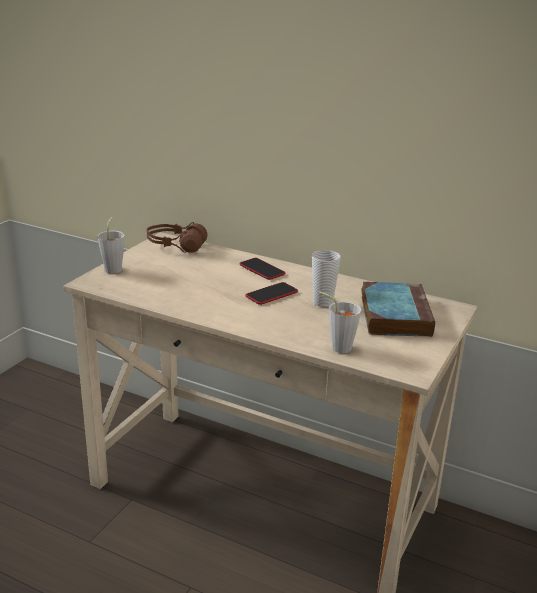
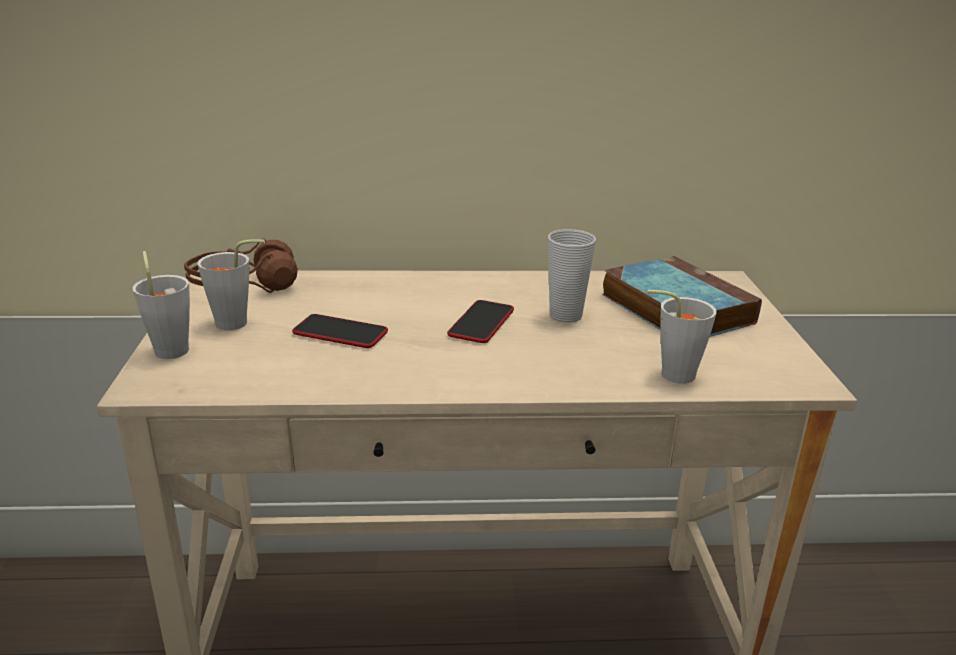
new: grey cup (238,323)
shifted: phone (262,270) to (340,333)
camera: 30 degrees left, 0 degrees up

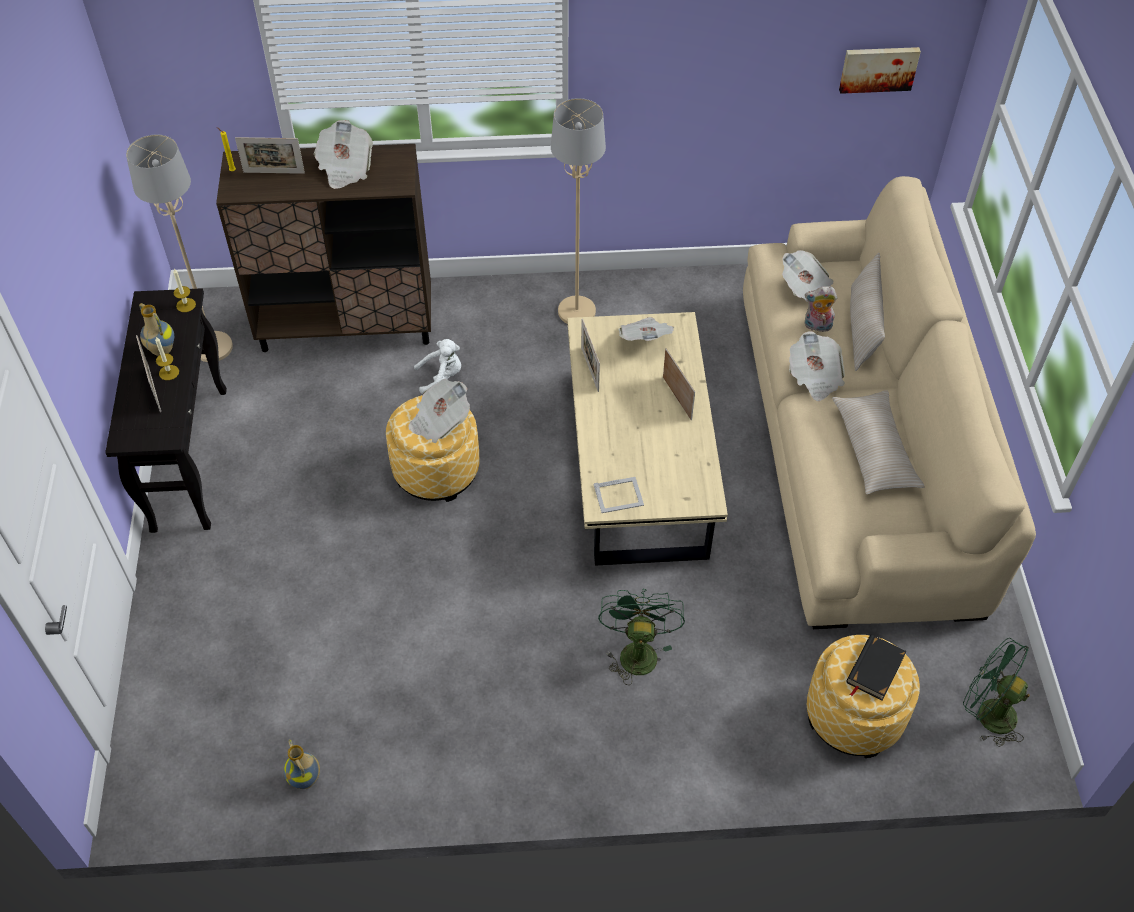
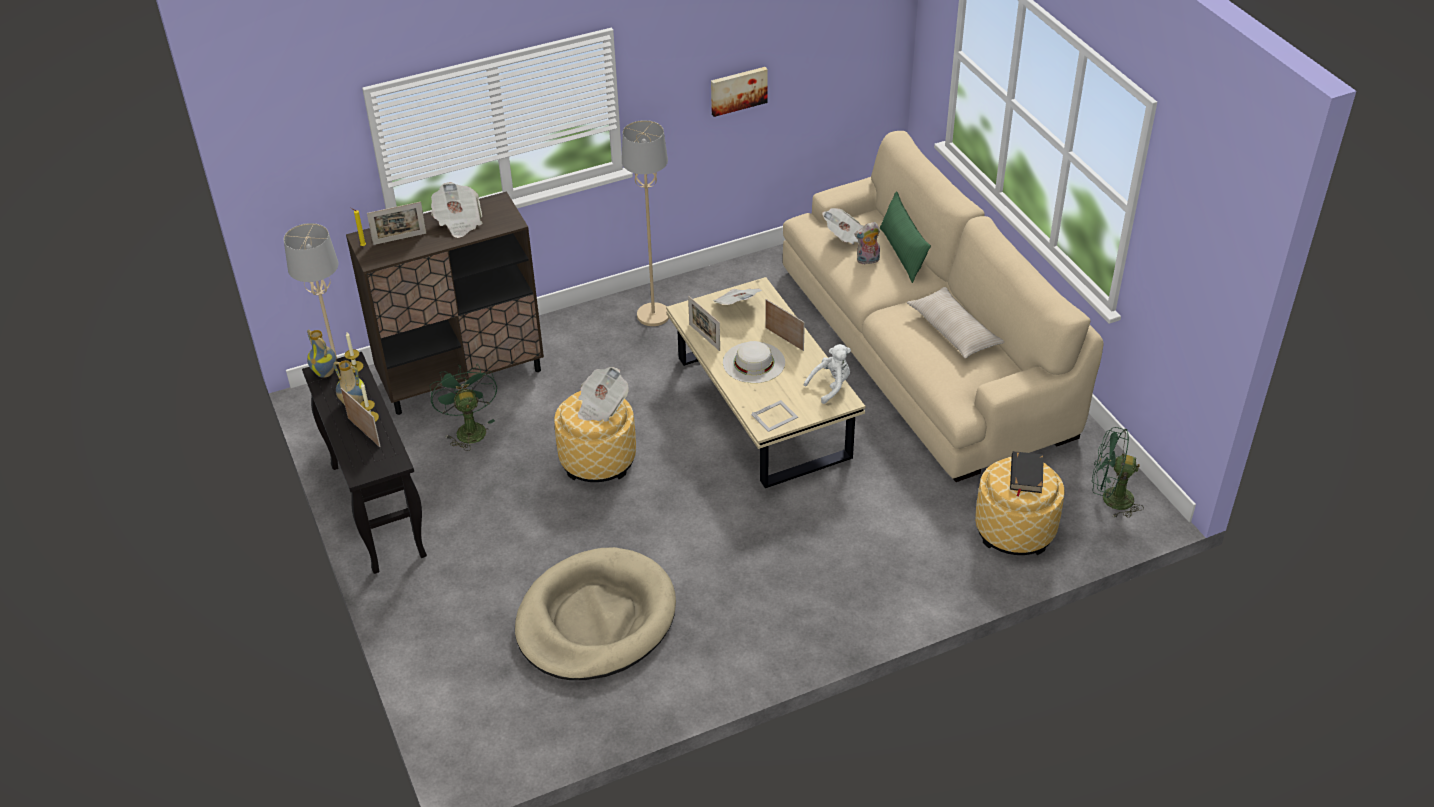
gone: newspaper (814,377)
new: beige dog bed (596,620); white hat (753,362)
shifted: vase (306,779) to (326,372); white plush toy (441,377) to (831,386); green fan (637,650) to (468,429); picture (878,68) to (738,90)
repainted: beige pillow (862,329) to green pillow (902,254)
camera: 20 degrees left, 10 degrees down

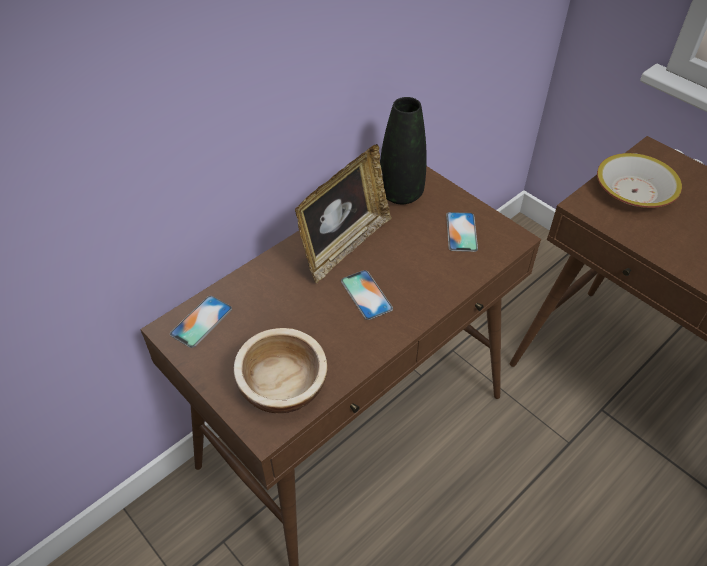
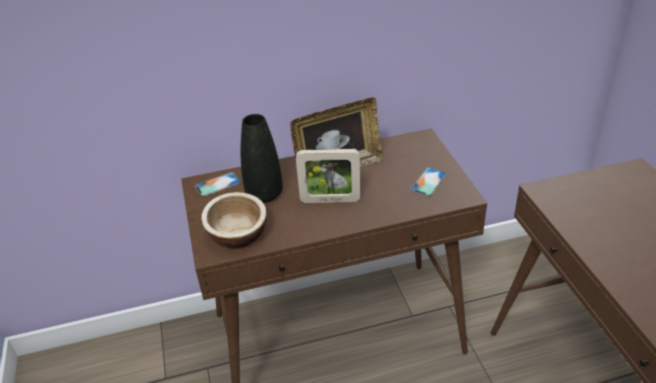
gone: bowl (633,192)
shifted: black vase (400,194) to (264,194)
swapped: phone (366,295) to picture frame (330,200)
camera: 30 degrees right, 10 degrees down

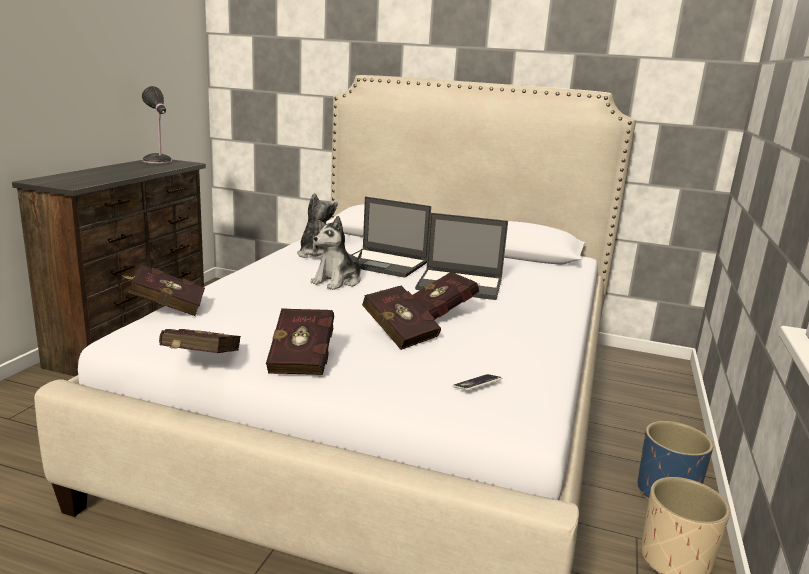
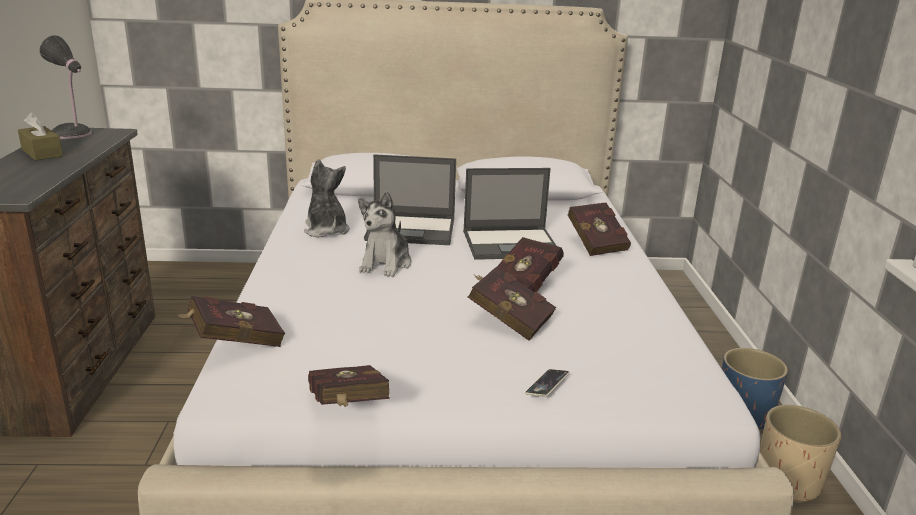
new: brown tissue box (42,153)
shifted: red book (303,359) to (596,243); phone (477,385) to (547,386)
camera: 20 degrees left, 5 degrees up

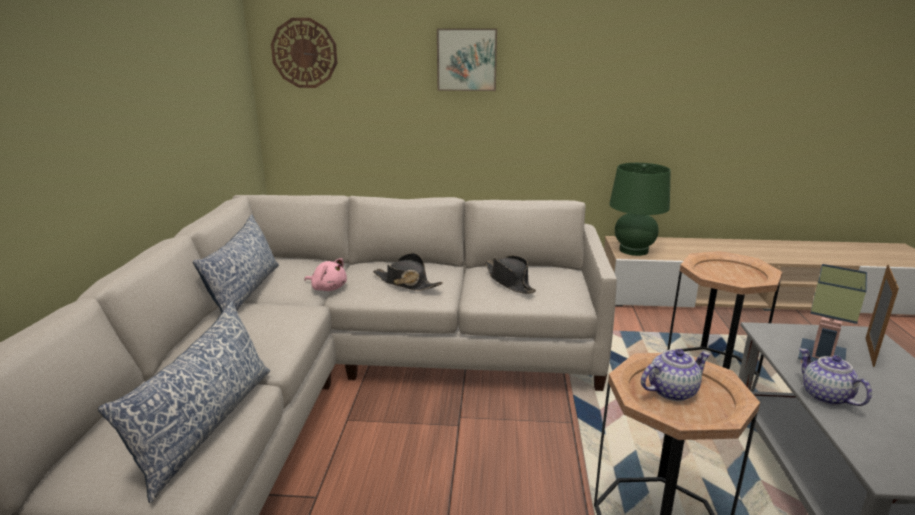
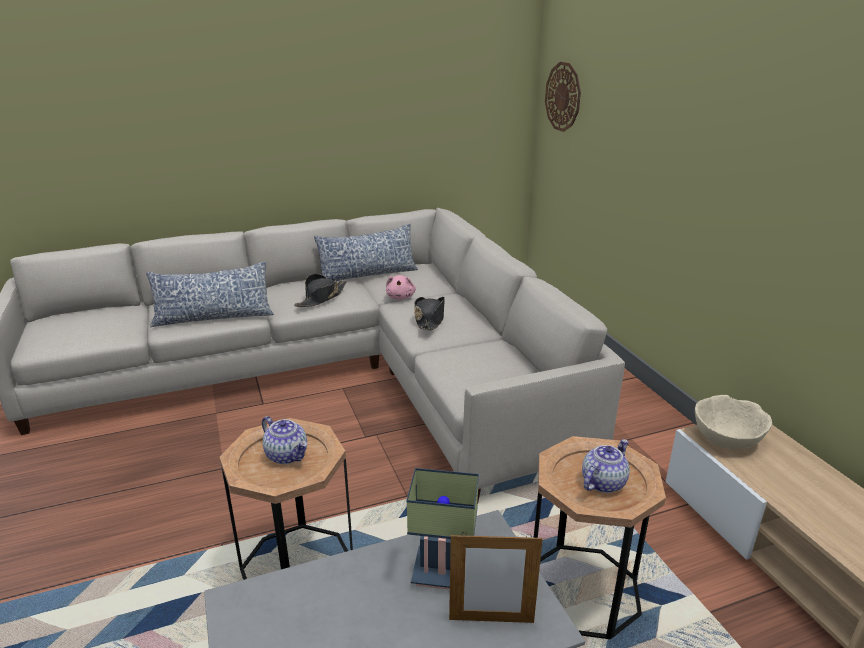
gone: picture (467,59)
shifted: black hat (509,281) to (321,298); teapot (825,396) to (603,482)
swapped: green table lamp (633,250) to beige bowl (727,438)
camera: 65 degrees right, 5 degrees up

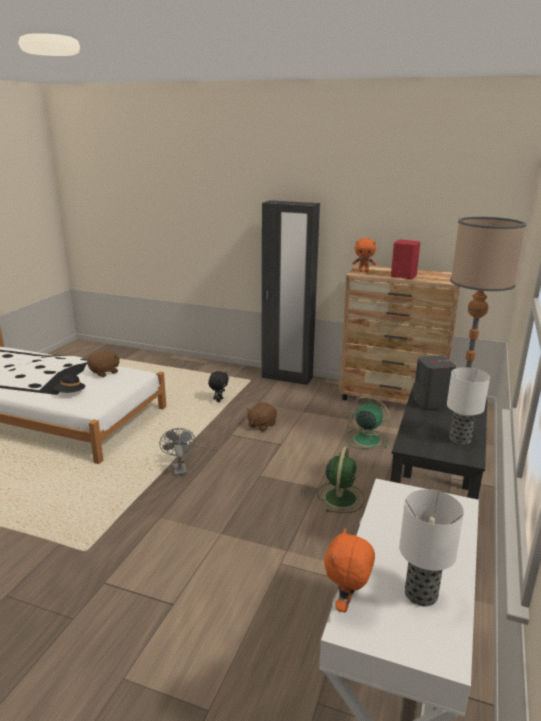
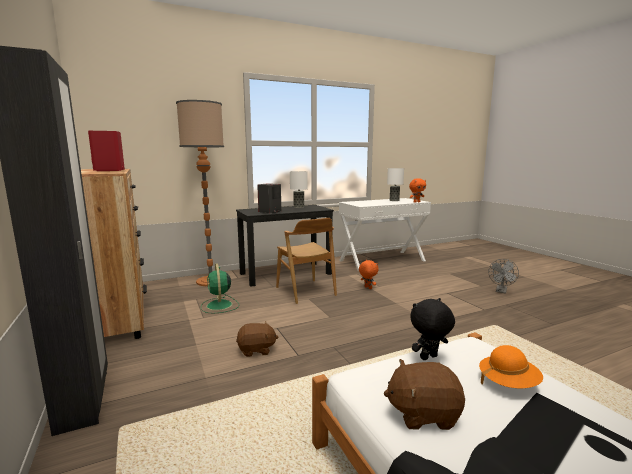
shifted: grey fan (179,468) to (501,291); black plush toy (219,400) to (429,358); orange plush toy (363,271) to (367,288)
swapped: green fan (340,497) to brown chair (305,291)
repainted: black hat (70,393) to orange hat (508,383)
camera: 135 degrees left, 10 degrees down

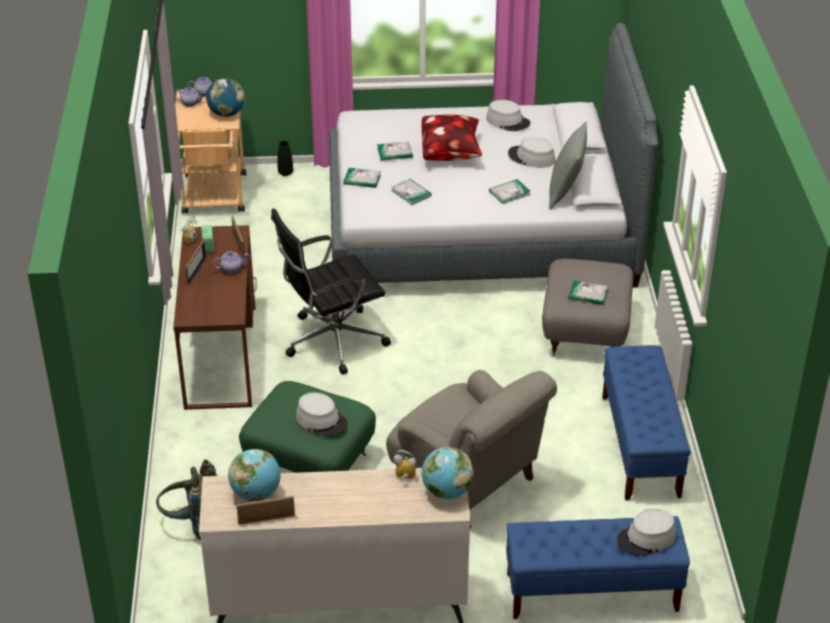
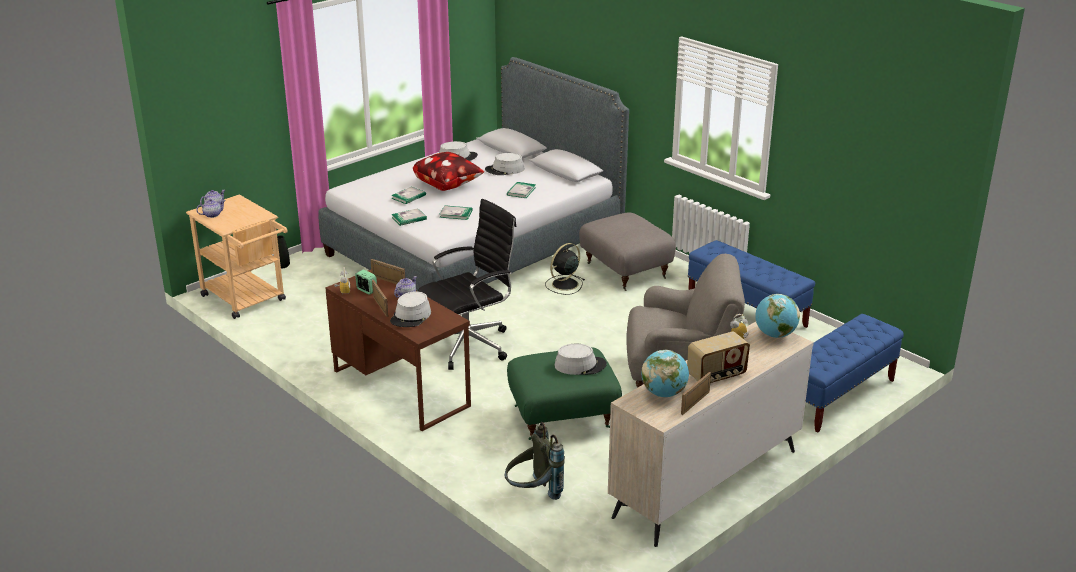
gone: globe (226,114); grey pillow (566,191); book (588,294)
new: black fan (564,284); radio (716,376)
shifted: grey hat (646,538) to (411,316)
rotated: black office chair (332,341) = (469,344) 150 degrees counterclockwise
camera: 40 degrees left, 10 degrees down

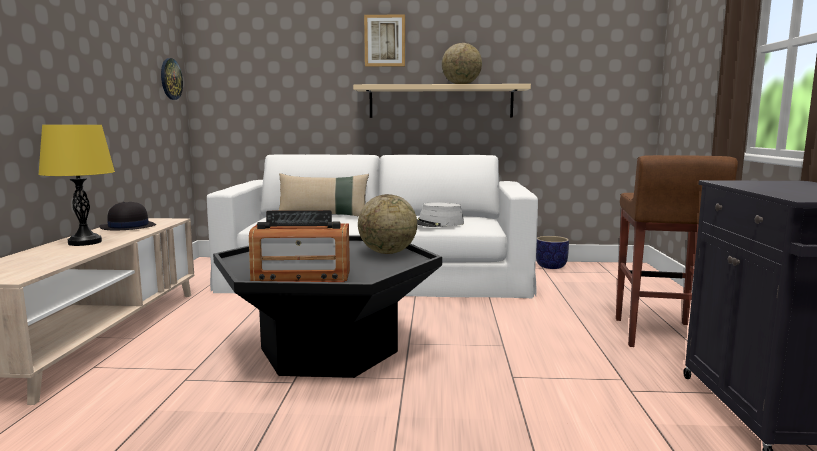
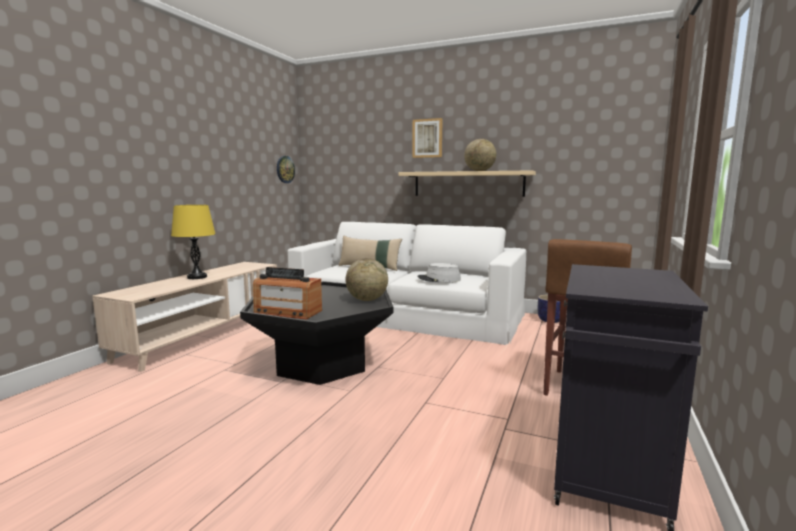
gone: black hat (128,227)
camera: 20 degrees right, 0 degrees up

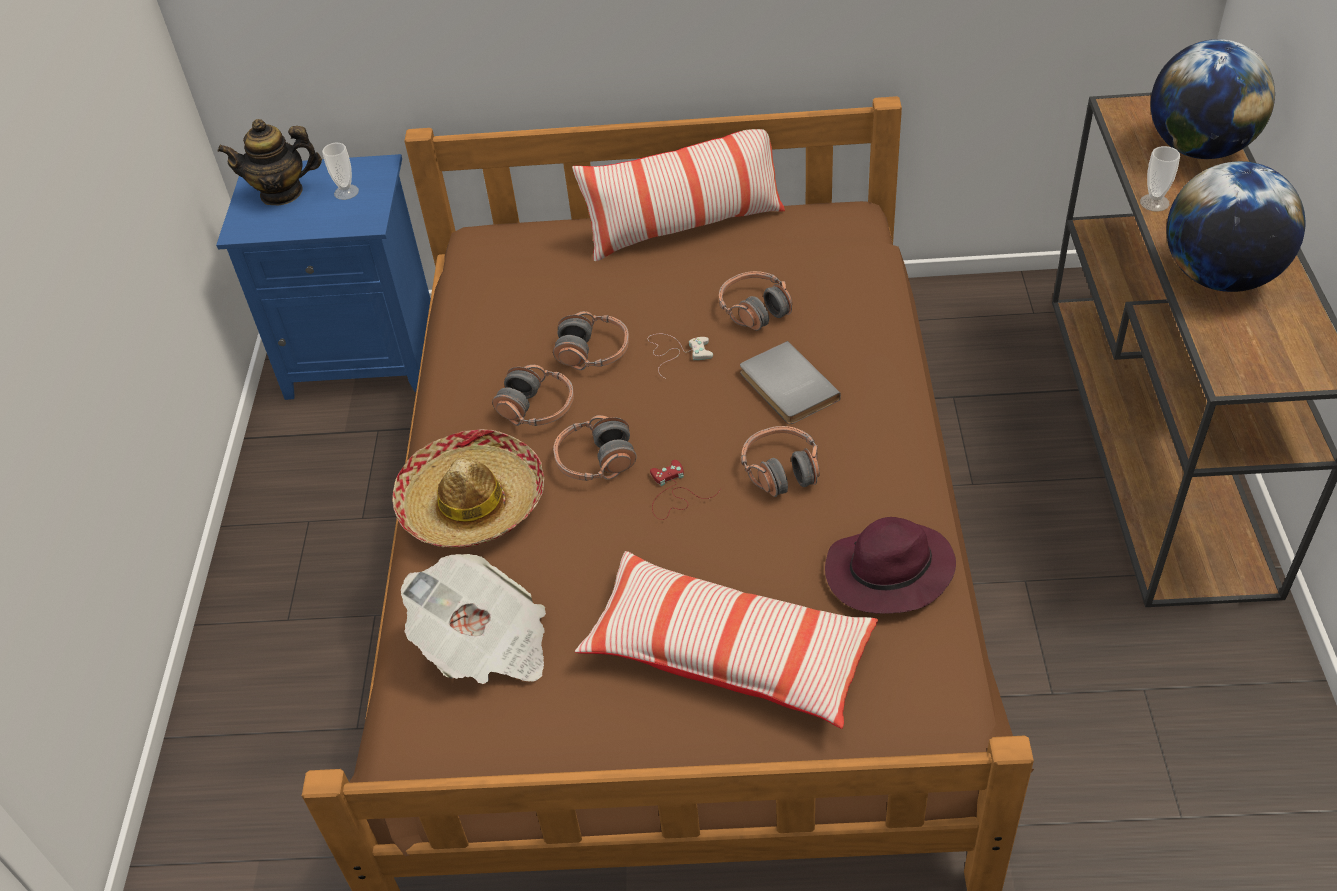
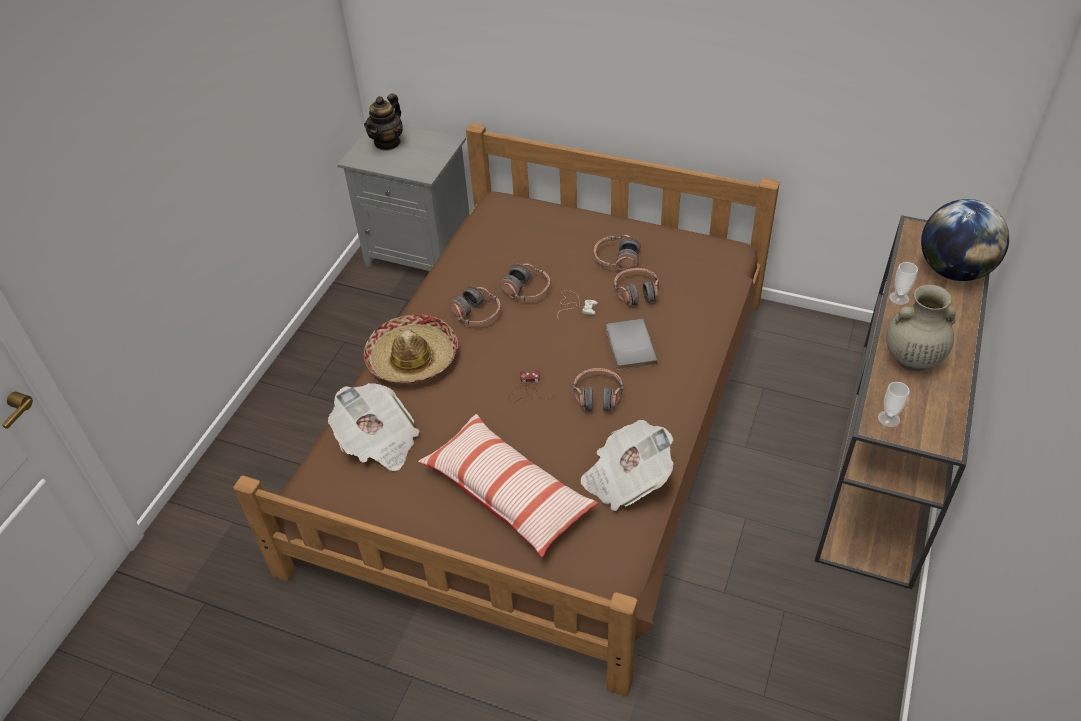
gone: pillow (685,228)
shifted: cup (346,192) to (888,419); headphones (595,460) to (616,259)
swapped: purple hat (887,573) to newspaper (626,479); globe (1220,276) to beige vase (911,359)
repainted: blue nightstand (364,355) to grey nightstand (421,253)
rotated: teapot (282,192) = (387,142) 75 degrees counterclockwise
camera: 20 degrees right, 0 degrees up

